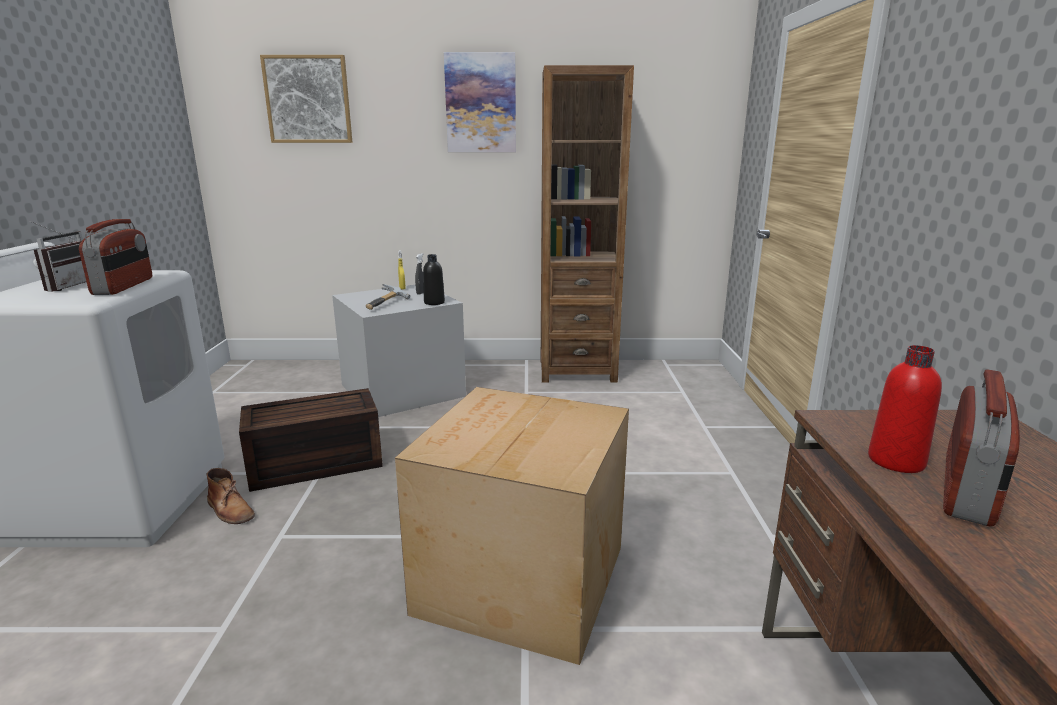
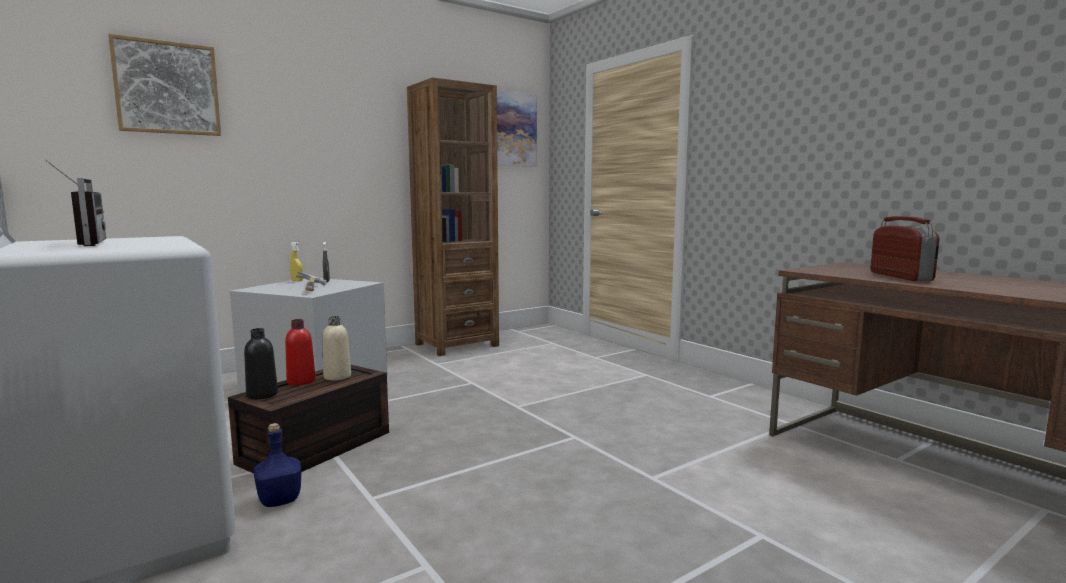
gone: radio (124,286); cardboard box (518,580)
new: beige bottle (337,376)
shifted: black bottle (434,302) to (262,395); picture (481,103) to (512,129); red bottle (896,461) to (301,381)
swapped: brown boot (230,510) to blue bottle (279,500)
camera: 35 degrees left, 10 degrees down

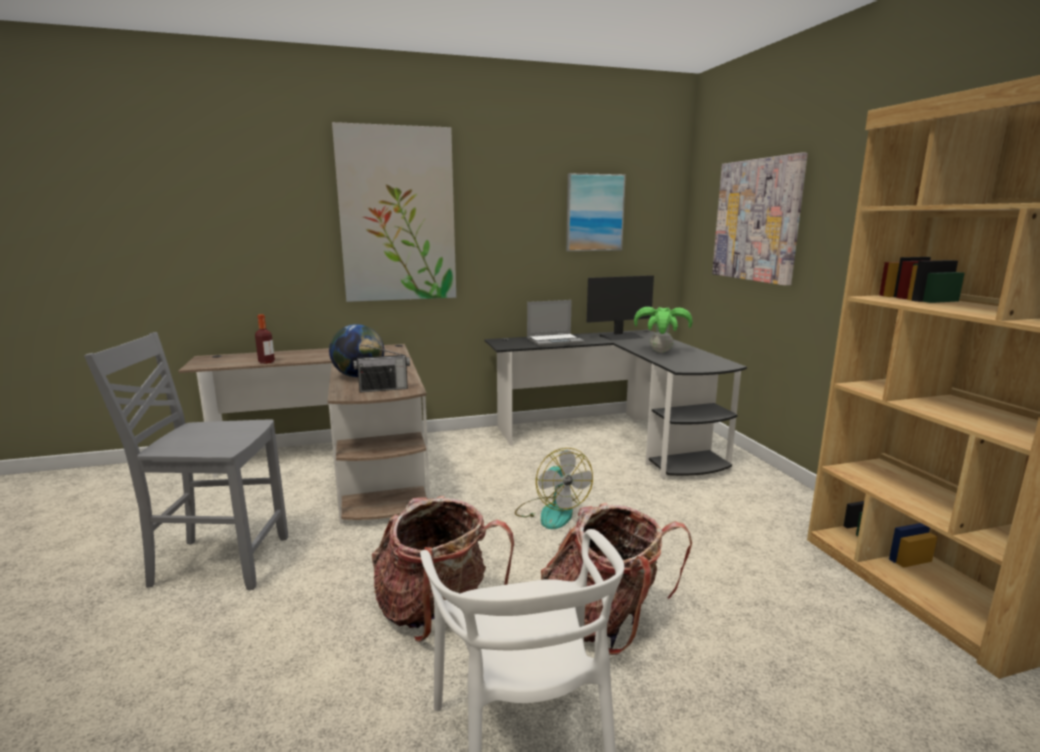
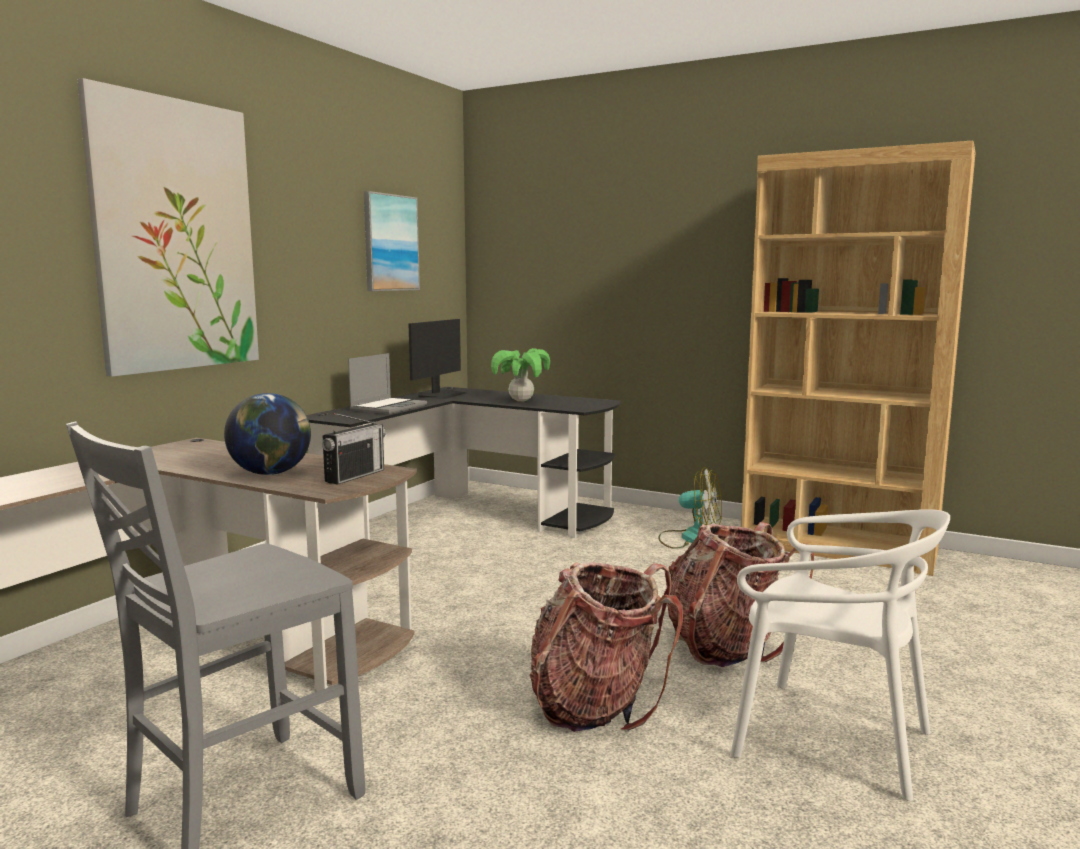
gone: bottle (266,362); picture (757,220)
shifted: fan (551,512) to (690,538)
camera: 45 degrees left, 5 degrees down

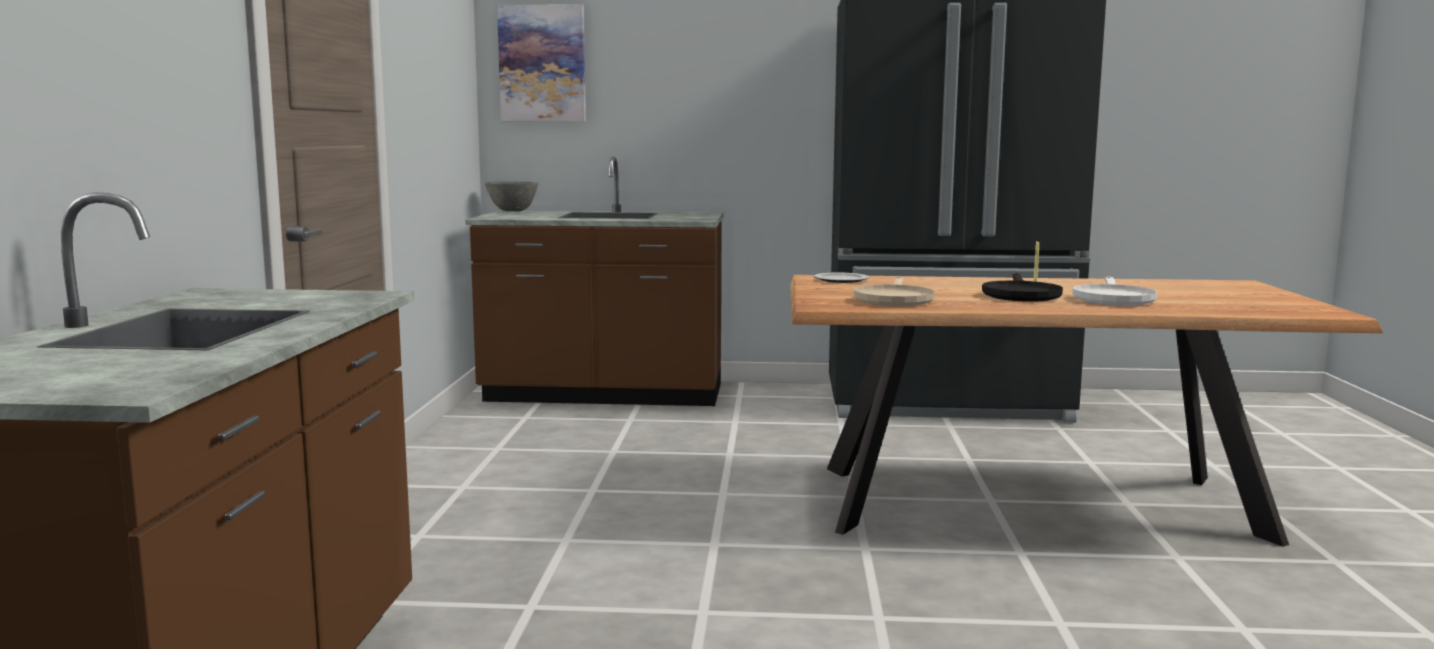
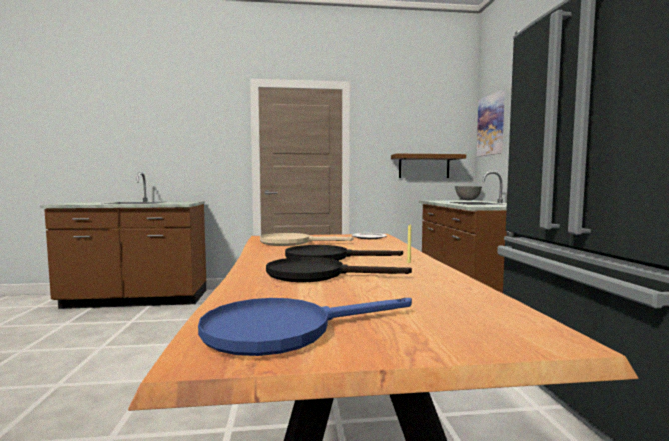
new: blue frying pan (284,330); brown shelf (424,166)
repainted: white frying pan (1112,298) to black frying pan (317,274)
camera: 80 degrees right, 5 degrees down

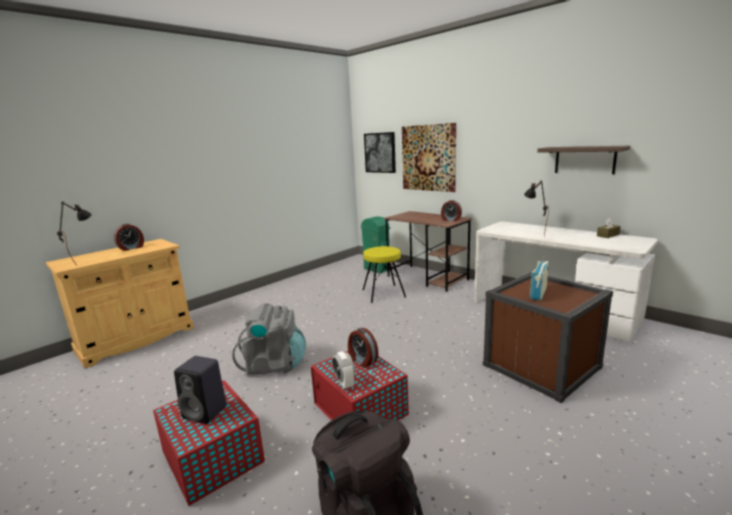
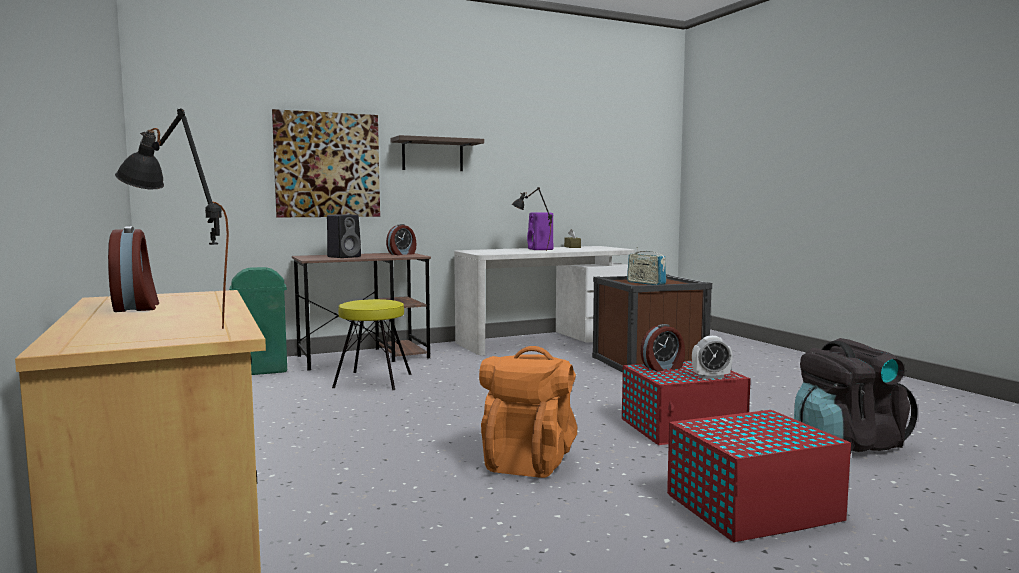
gone: picture (380,152)
new: purple speaker (541,249)
shifted: black speaker (206,412) to (344,257); shelf (584,160) to (432,155)
repainted: grey backpack (274,365) to orange backpack (528,460)
camera: 70 degrees left, 10 degrees down

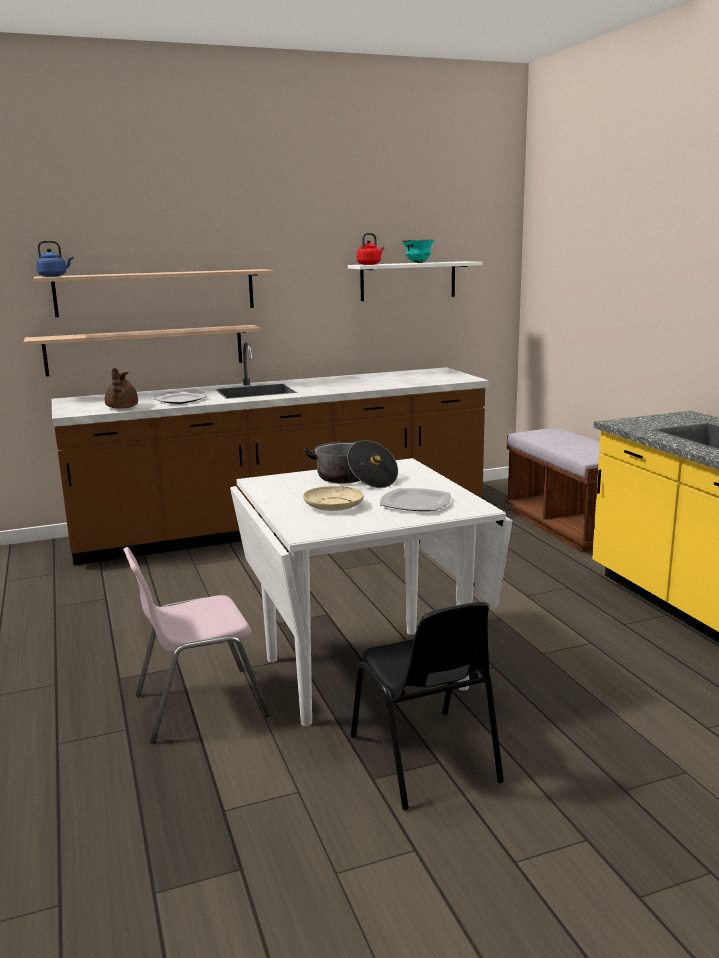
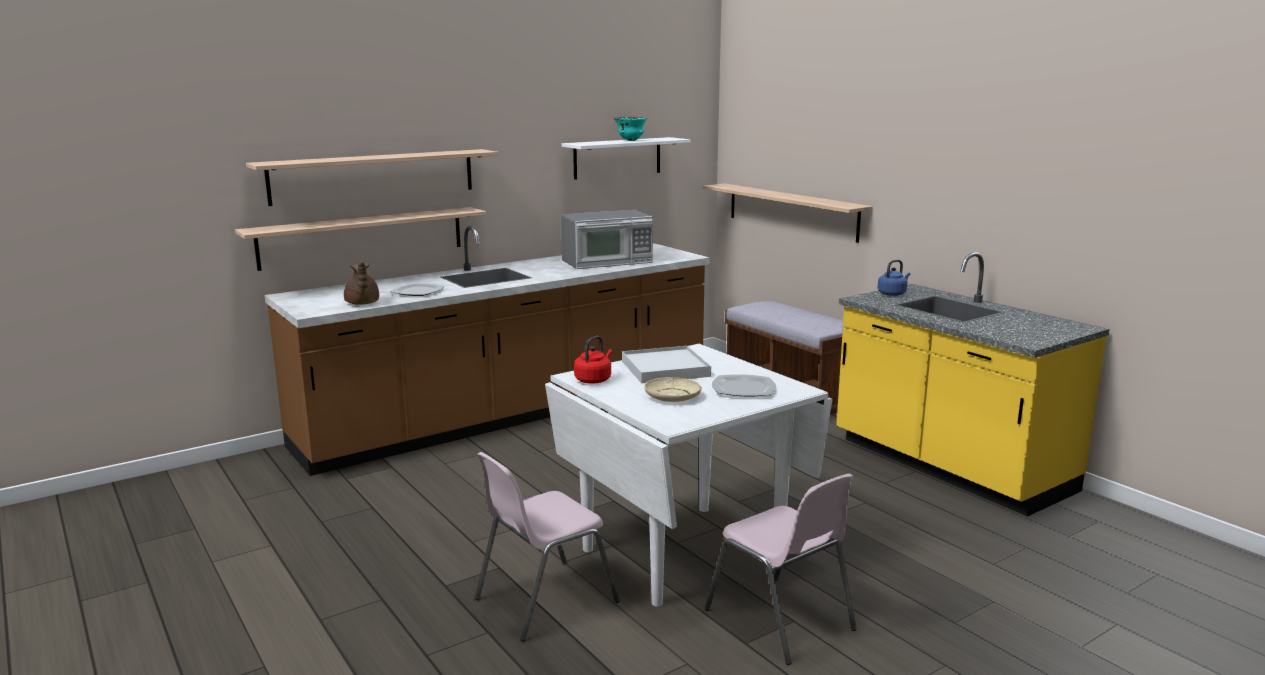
new: microwave (608,261); shelf (791,211)
shifted: blue kettle (54,276) to (893,294); red kettle (370,264) to (594,380)
swapped: cooking pot (353,479) to white tray (665,369)
repainted: black chair (425,759) to pink chair (781,620)
camera: 15 degrees left, 0 degrees up

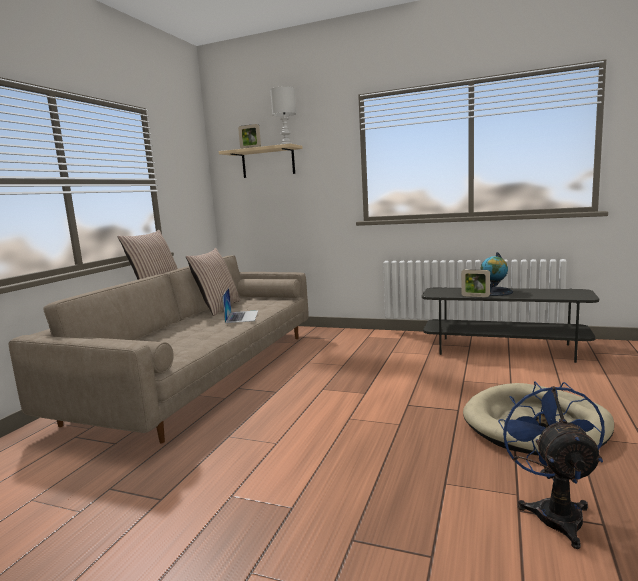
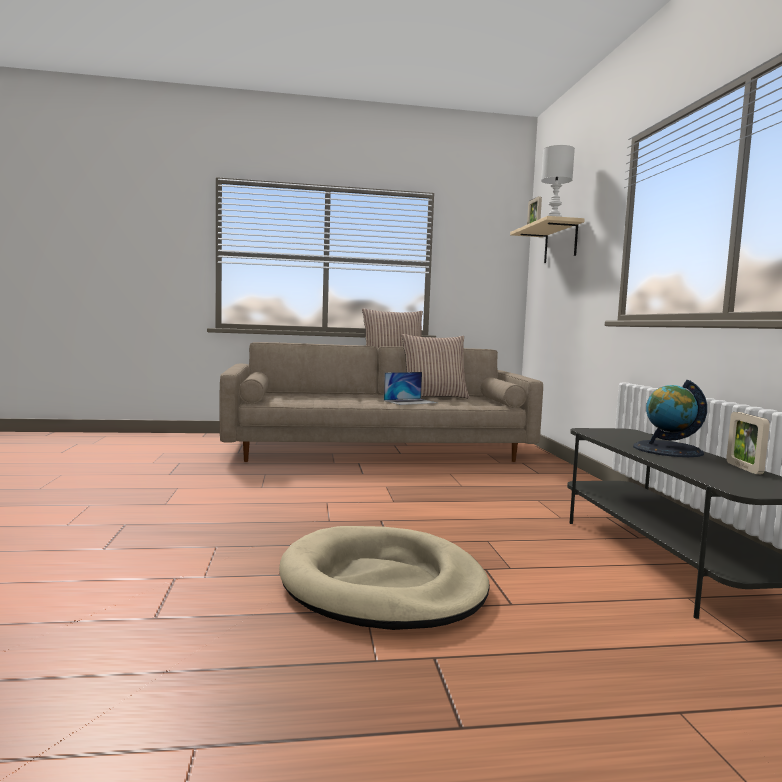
gone: blue fan (554,511)
shifted: picture frame (475,296) to (744,468)
camera: 60 degrees right, 5 degrees down

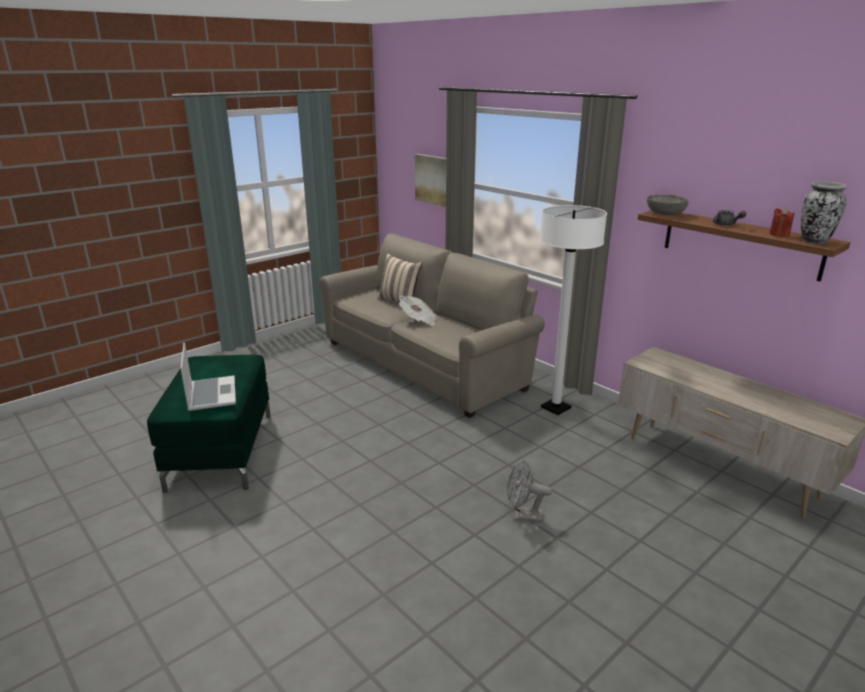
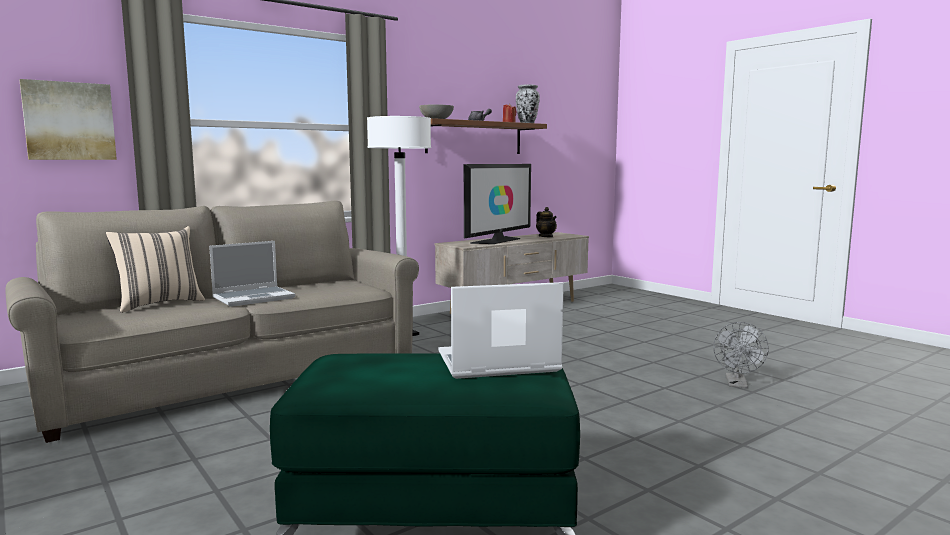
new: television (497,240); teapot (546,237)
shifted: grey fan (523,516) to (737,384)
swapped: newspaper (418,320) to laptop (254,298)
camera: 85 degrees left, 15 degrees down

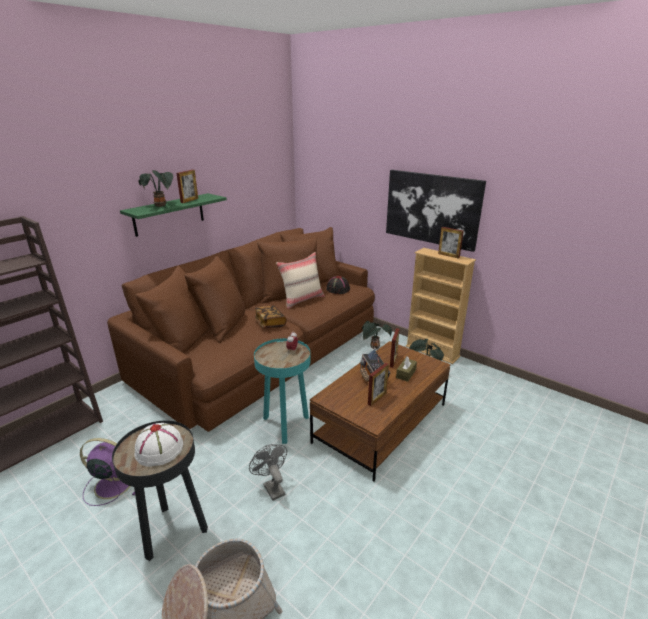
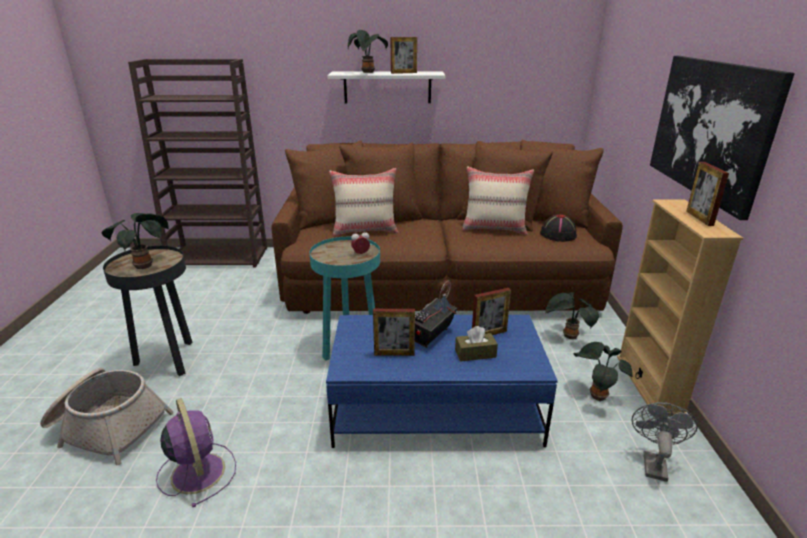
gone: book (270,323)
new: beige pillow (365,231)
shifted: purple fan (112,484) to (197,471); grey fan (271,487) to (653,462)
swapped: white hat (159,449) to potted plant (145,265)
repainted: green shelf (169,214) to white shelf (387,87); brown coffee table (381,423) to blue coffee table (435,407)
camera: 50 degrees right, 0 degrees up

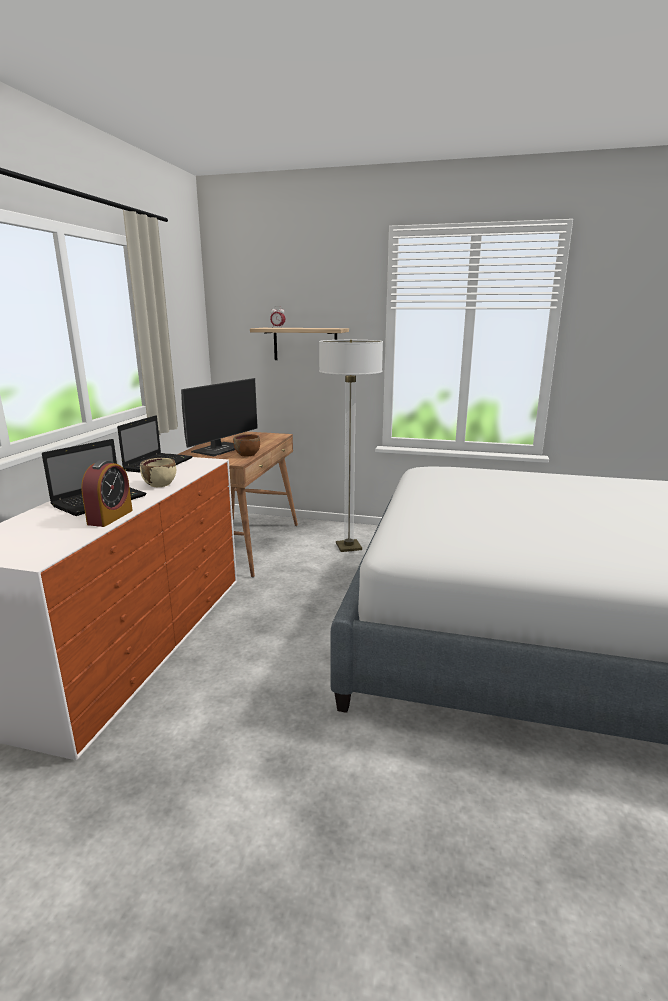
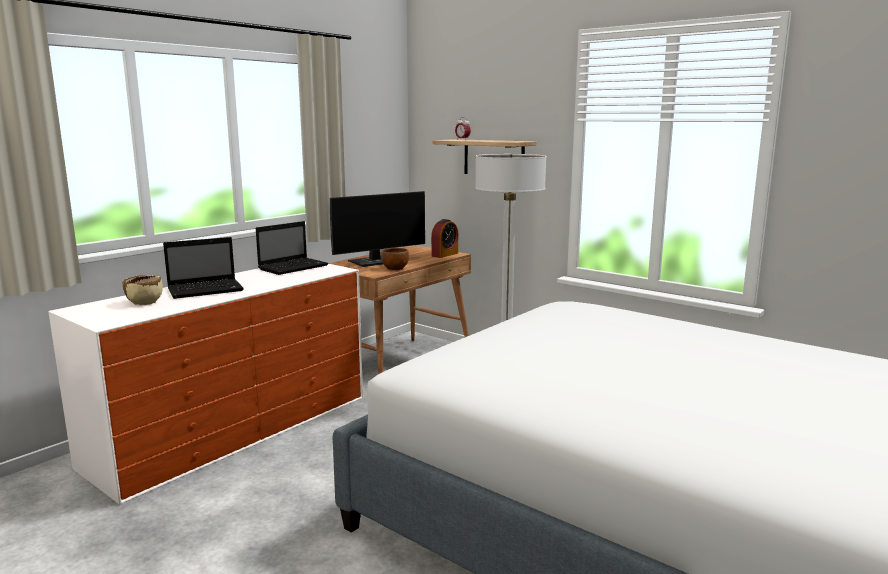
shifted: alarm clock (110,517) to (445,255); beige bowl (160,484) to (145,302)
camera: 25 degrees right, 5 degrees down

